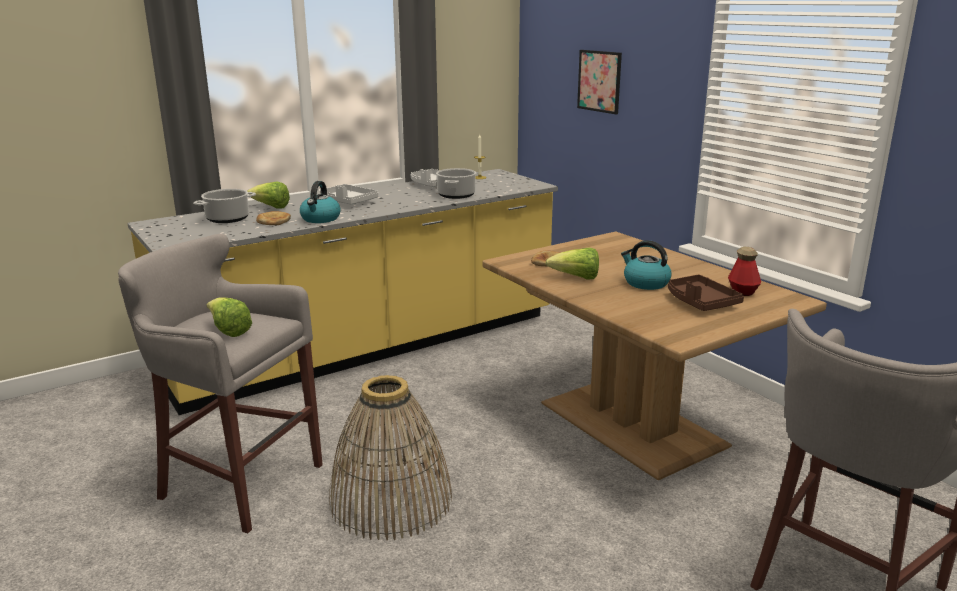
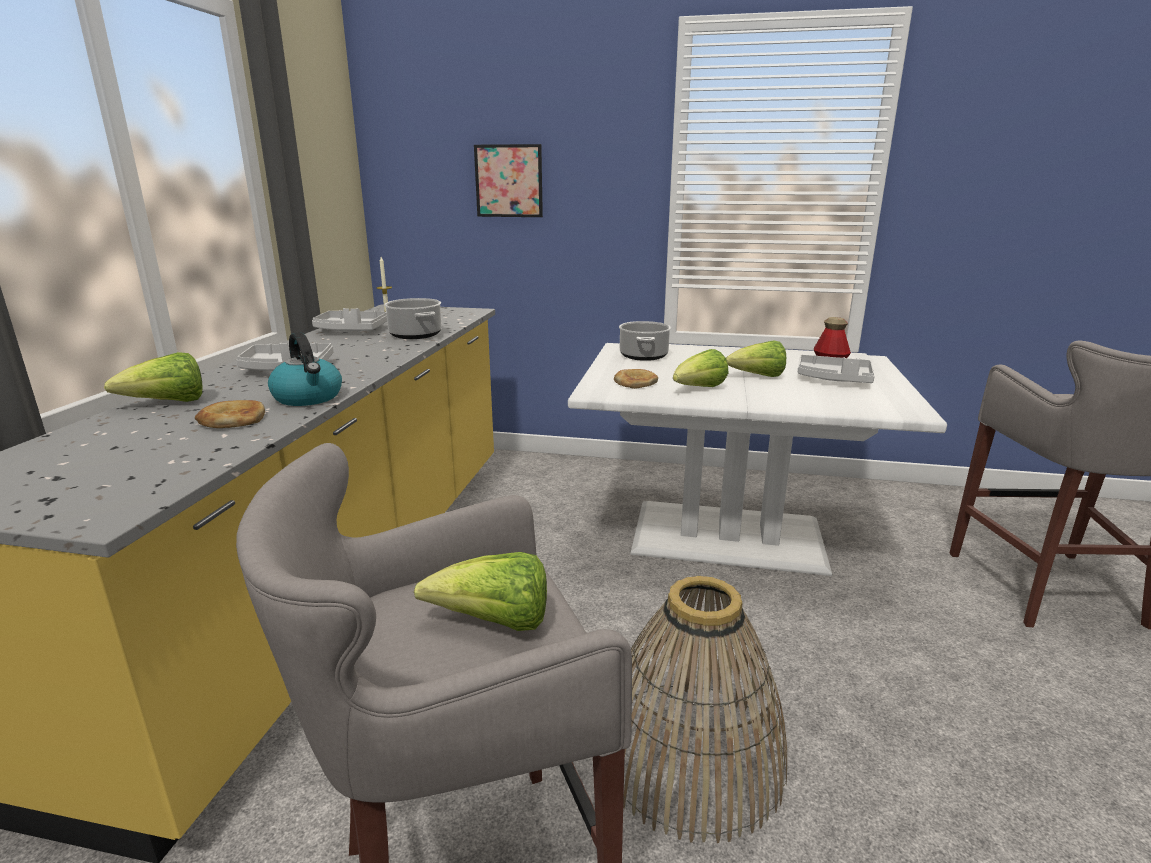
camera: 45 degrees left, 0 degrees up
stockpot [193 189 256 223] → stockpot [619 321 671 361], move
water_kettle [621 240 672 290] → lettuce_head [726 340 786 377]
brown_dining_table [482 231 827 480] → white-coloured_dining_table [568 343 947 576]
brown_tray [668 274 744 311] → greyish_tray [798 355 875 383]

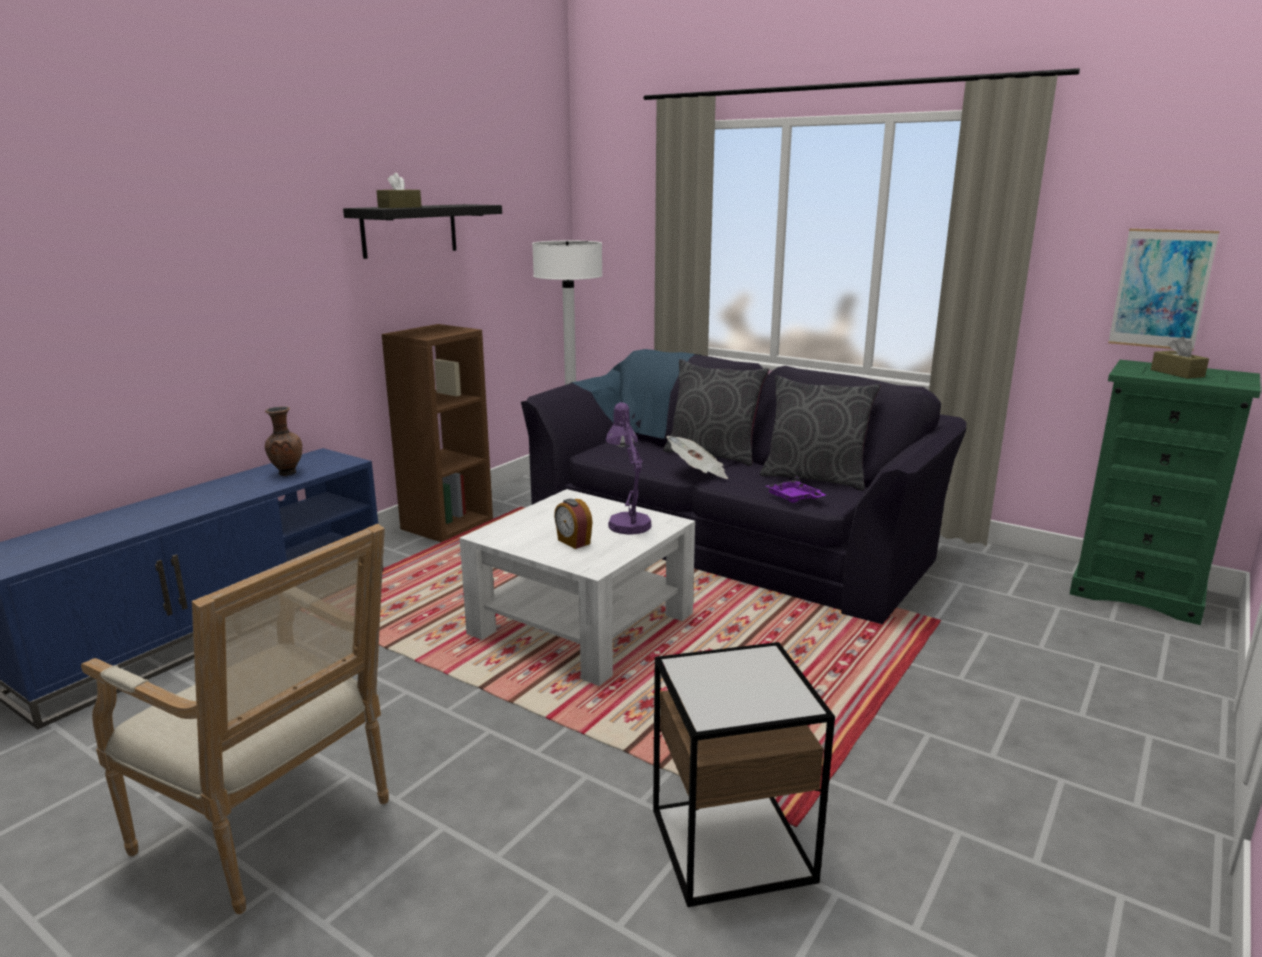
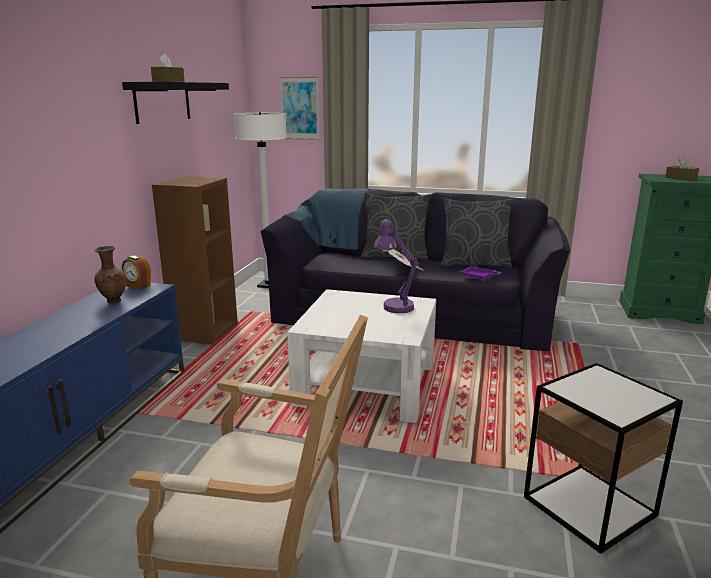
camera: 20 degrees left, 0 degrees up
alarm_clock [554 499 592 549] → alarm_clock [122 256 151 290], move
wall_art [1108 228 1220 351] → wall_art [280 77 319 140], move

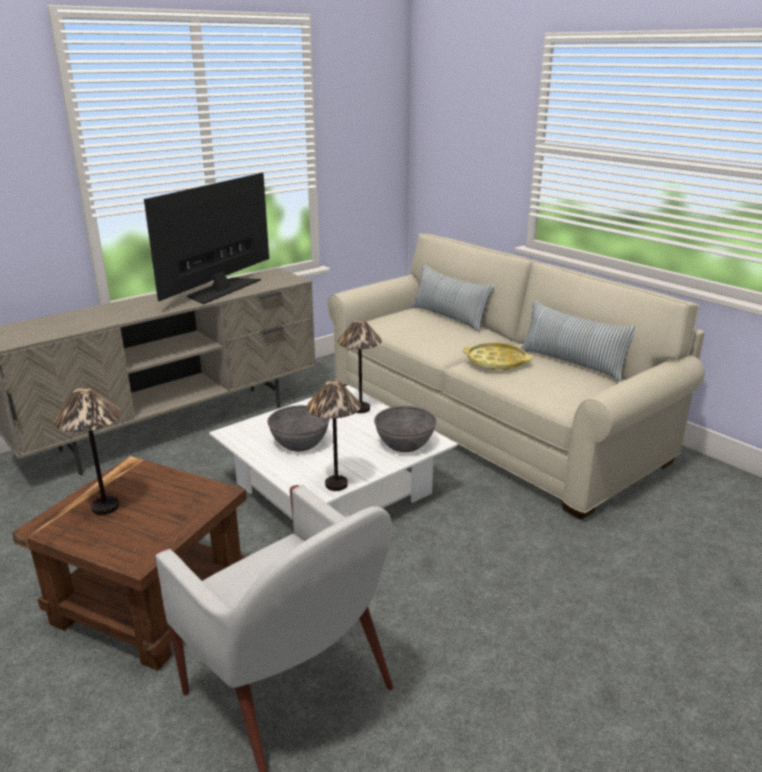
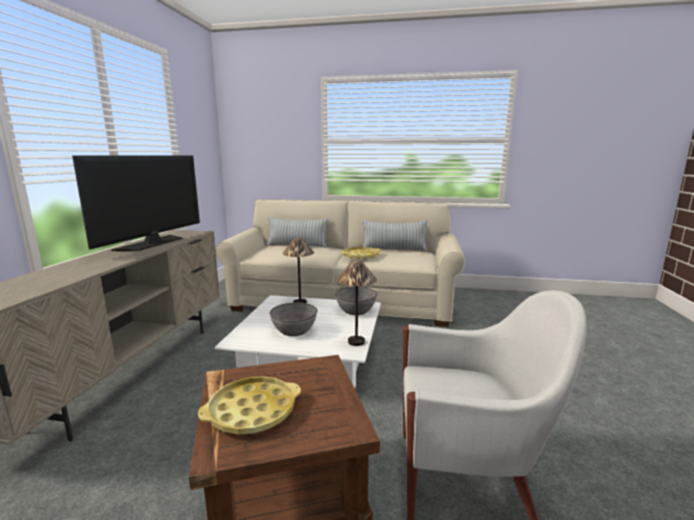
camera: 40 degrees left, 10 degrees down
lamp_for_a_table [54 387 121 515] → yellowish_tray [198 376 301 435]
television [144 173 269 304] → television [72 155 200 251], 150 degrees counterclockwise

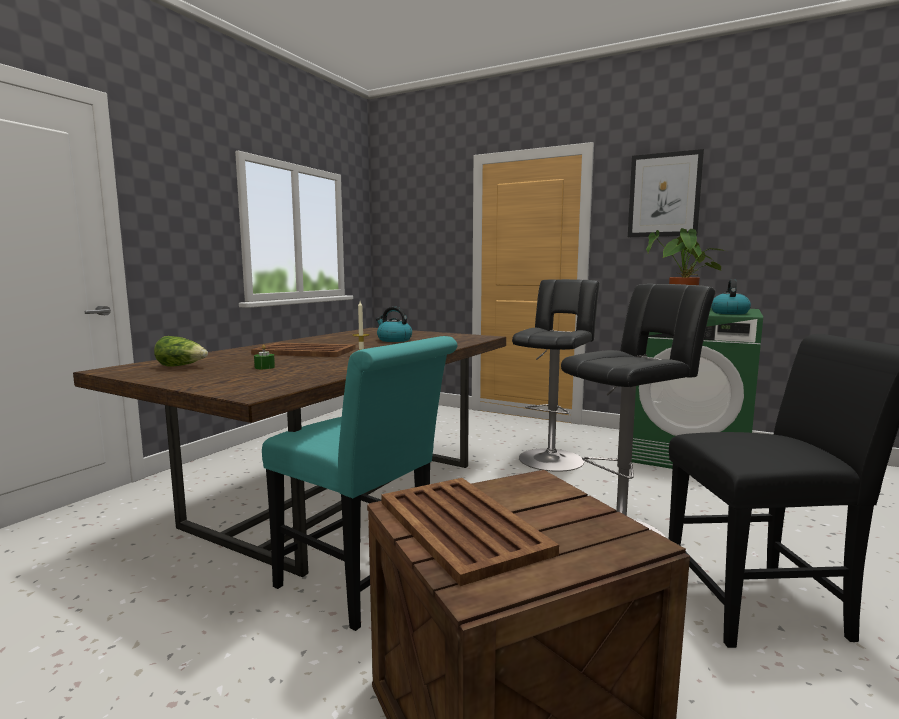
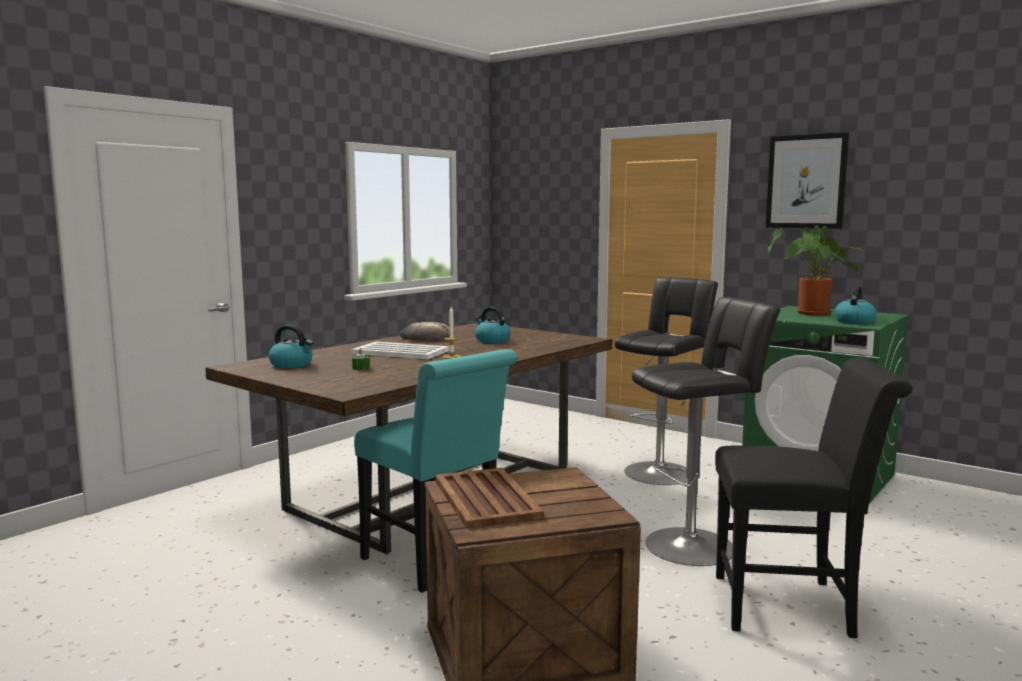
camera: 10 degrees right, 0 degrees up
- → bakery_bread [400 322 450 341]
lettuce_head [154 336 208 367] → water_kettle [268 325 313 368]
brown_tray [251 343 356 357] → white-coloured_tray [351 342 449 359]

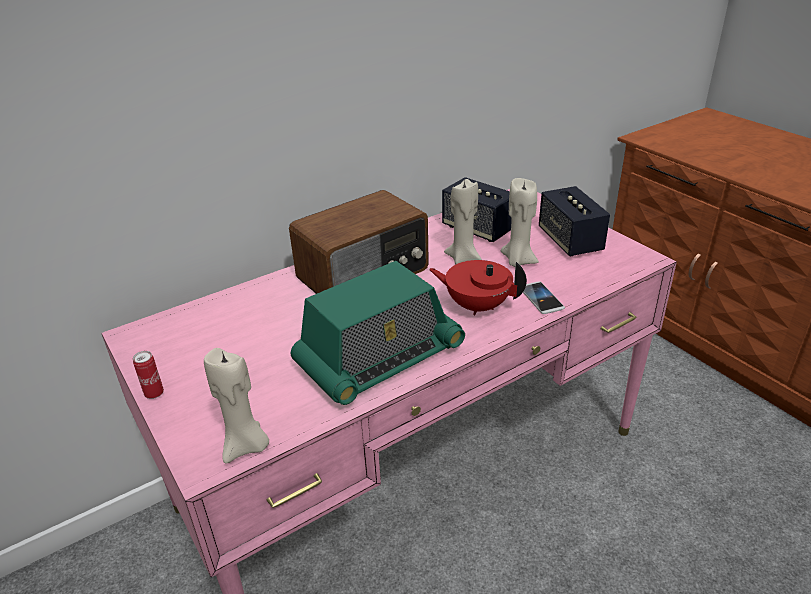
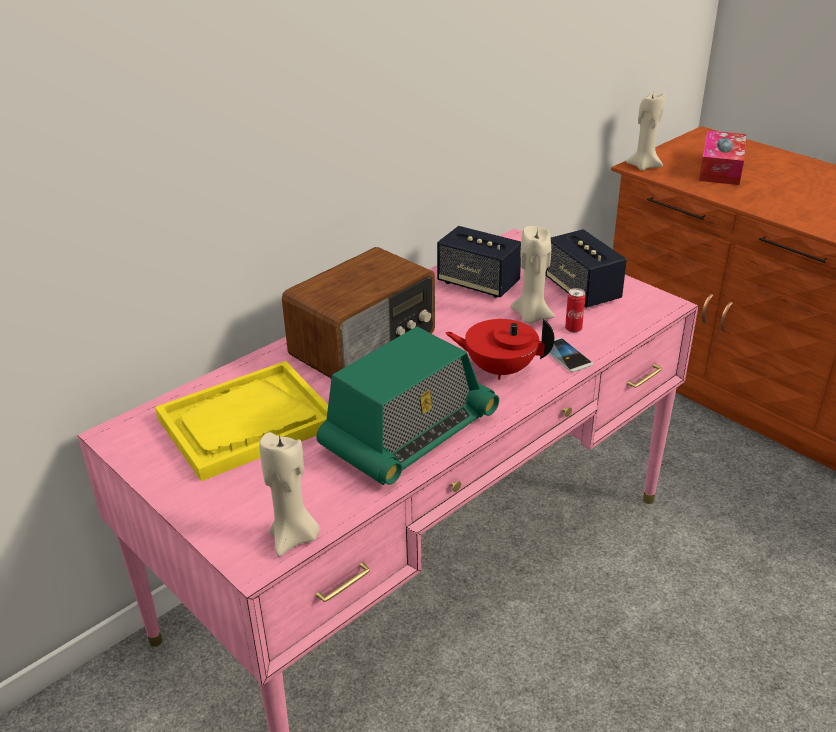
camera: 10 degrees left, 0 degrees up
- → yellowish_tray [155 361 328 481]
- → tissue_holder [699 131 746 185]
metal_can [133 351 164 399] → metal_can [565 288 585 333], move
sand-coloured_candle [444 178 482 264] → sand-coloured_candle [626 92 665 171], move

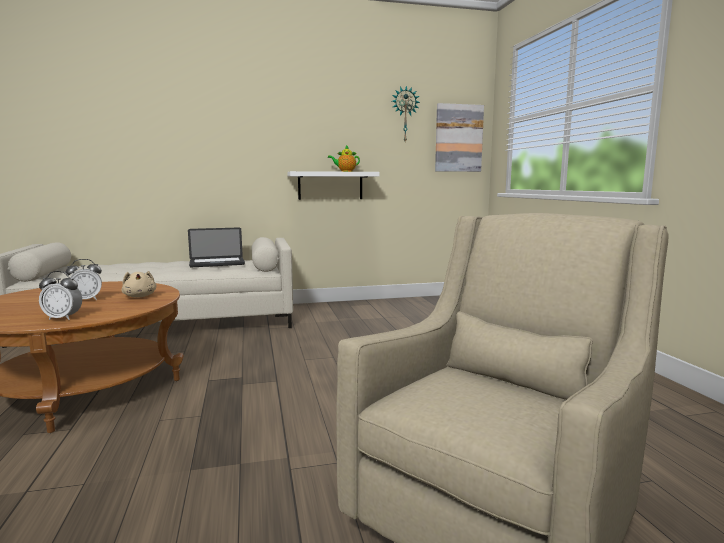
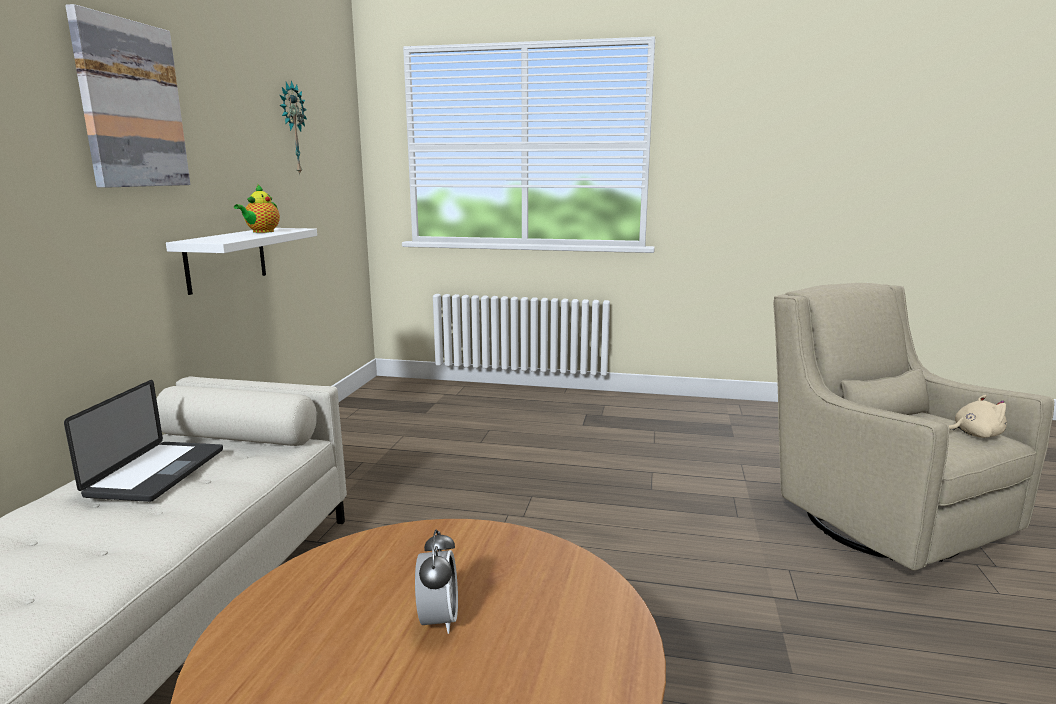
camera: 65 degrees left, 5 degrees up
alarm_clock [39 271 82 320] → -
sand-coloured_plush_toy [122 271 156 298] → sand-coloured_plush_toy [949 395 1007 438], move
wall_art [435 103 484 172] → wall_art [65 4 190 188], move

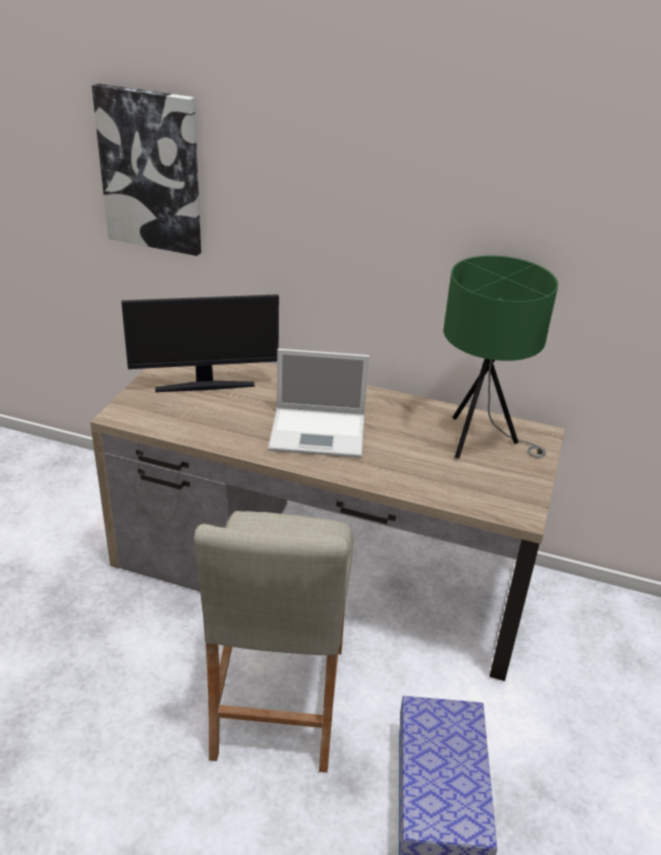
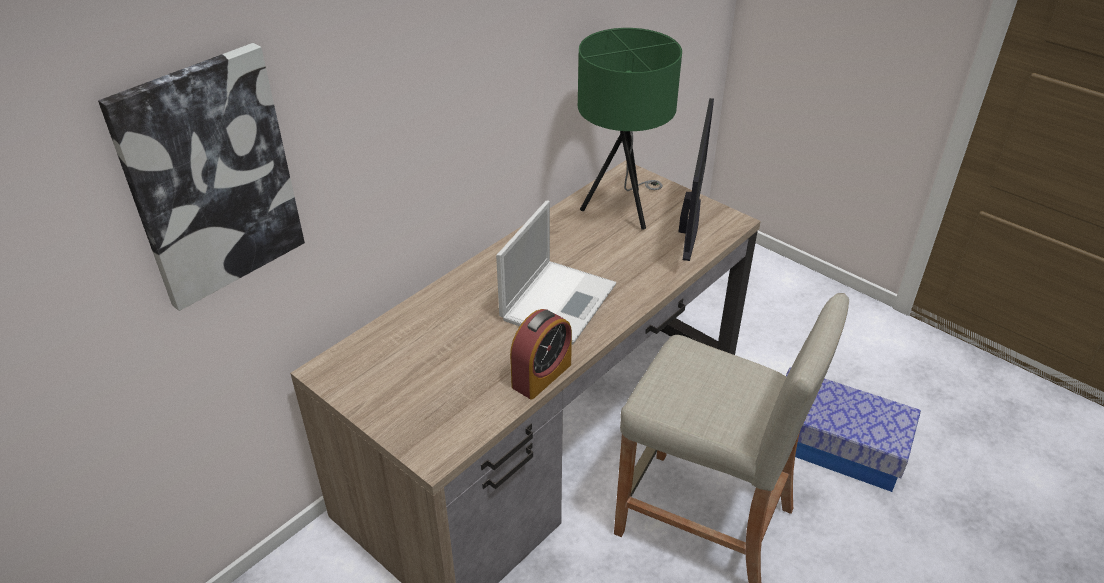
camera: 65 degrees left, 5 degrees up
- → alarm_clock [510 309 572 399]
computer_screen [121 294 279 392] → computer_screen [679 98 714 261], move

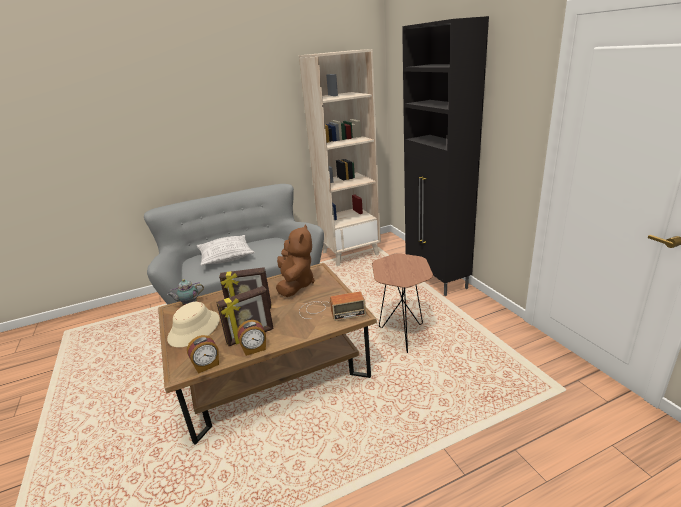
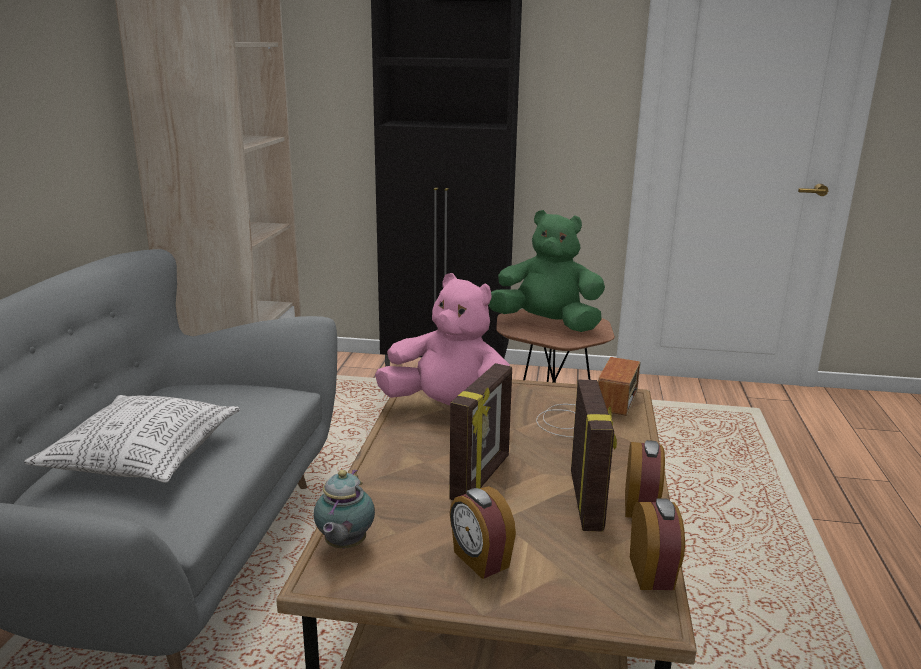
camera: 60 degrees left, 5 degrees down
- → green-coloured_plush_toy [489 210 605 332]
sand-coloured_wearable_hat [167 302 220 347] → alarm_clock [450 486 516 579]
brown_plush_toy [276 225 315 297] → pink_plush_toy [375 273 510 406]

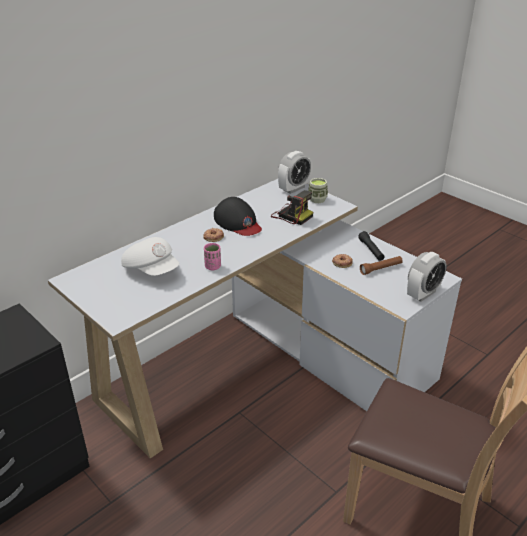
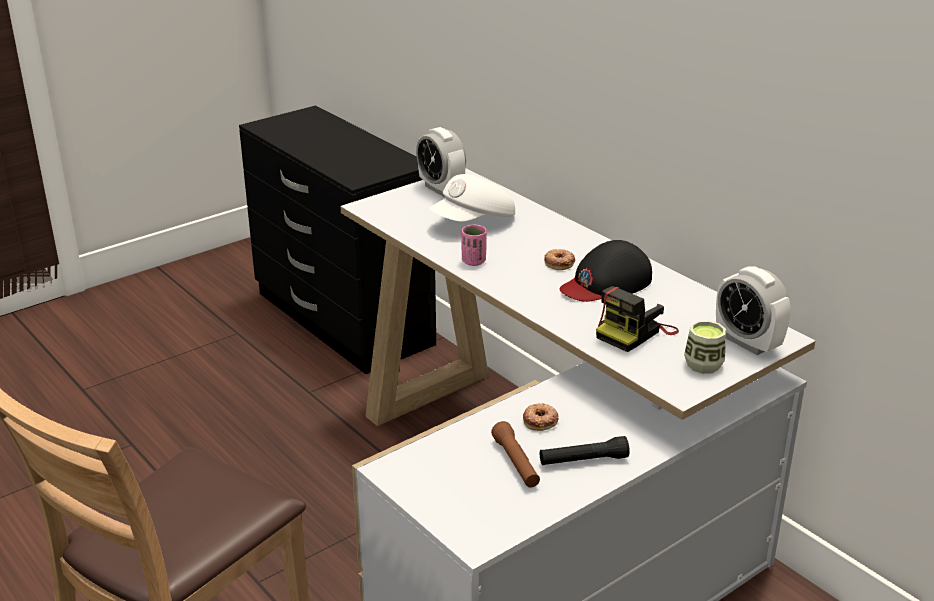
camera: 95 degrees right, 5 degrees down
alarm_clock [407 252 447 302] → alarm_clock [416 127 466 197], move

